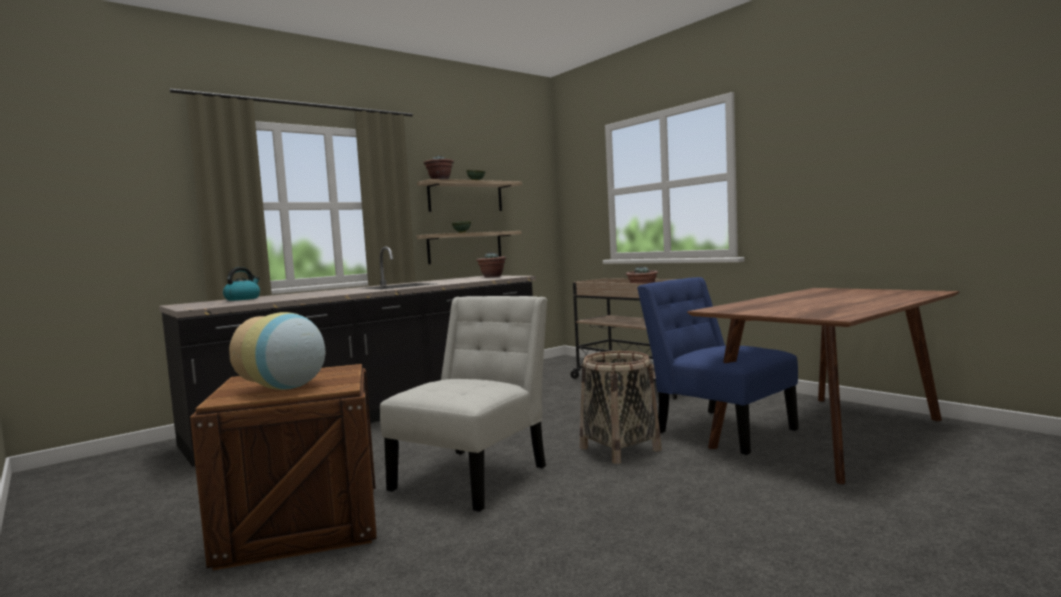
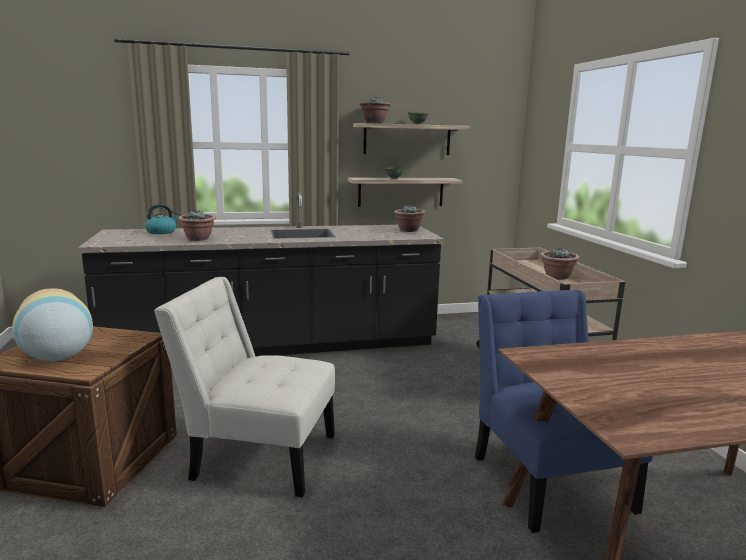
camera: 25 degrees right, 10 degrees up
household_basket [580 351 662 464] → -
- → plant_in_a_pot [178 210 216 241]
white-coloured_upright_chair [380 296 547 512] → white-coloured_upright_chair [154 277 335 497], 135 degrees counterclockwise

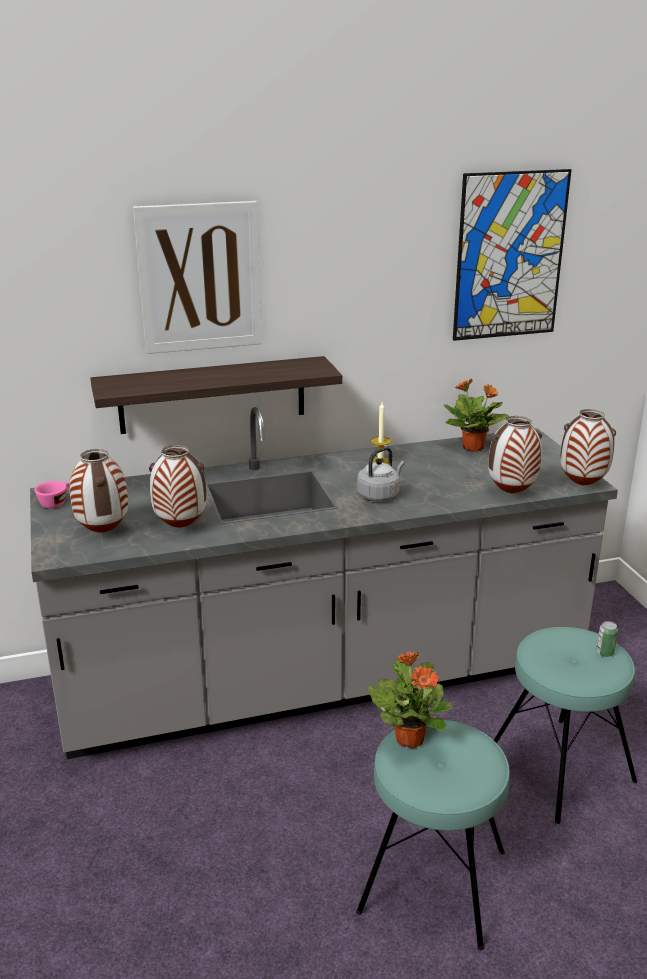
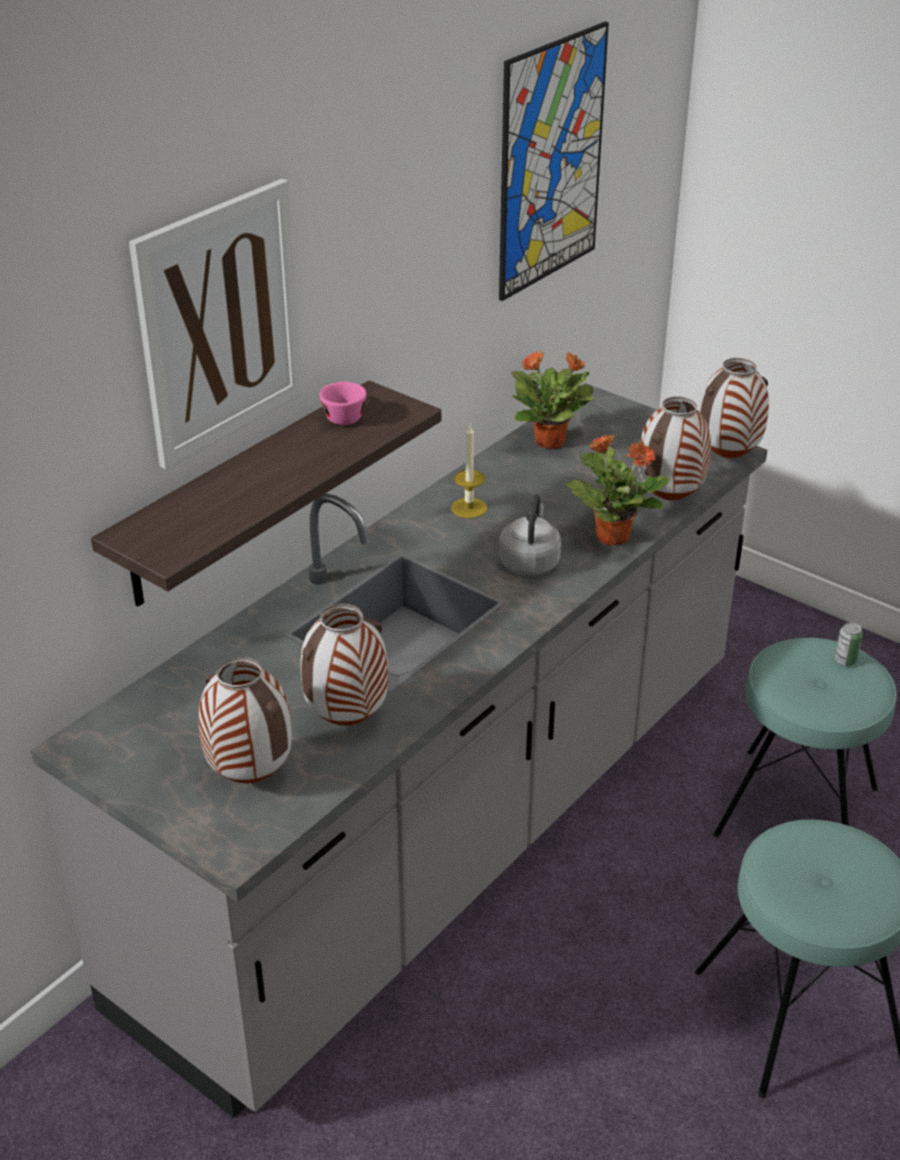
camera: 35 degrees left, 10 degrees up
pink_drinking_cup [35 481 69 509] → pink_drinking_cup [319 382 367 425], move
plant_in_a_pot [368 651 452 748] → plant_in_a_pot [565 433 671 546], move

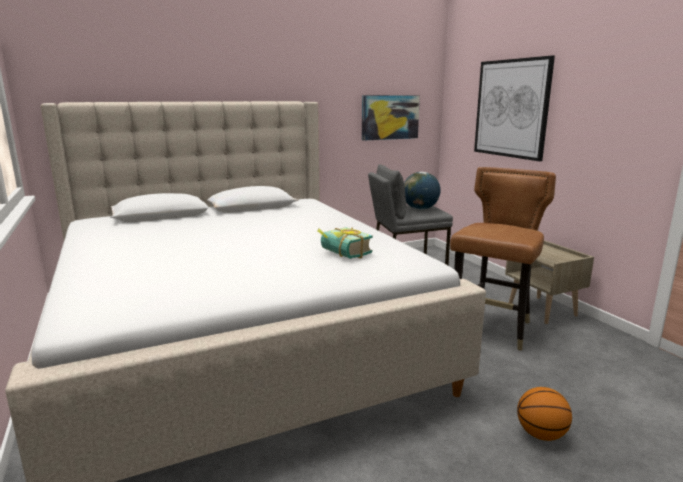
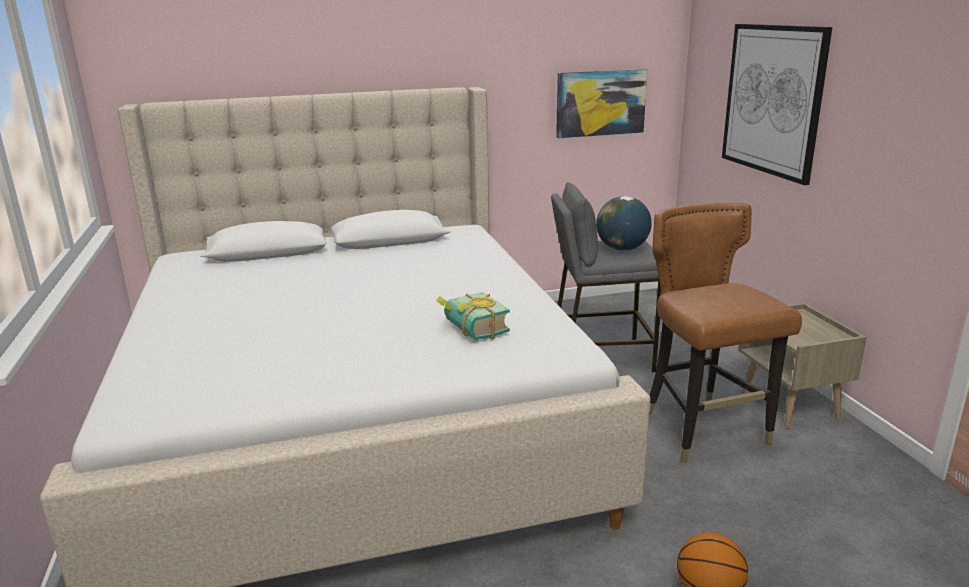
camera: 10 degrees right, 5 degrees up
brown_upright_chair [450 167 556 351] → brown_upright_chair [649 202 802 464], 60 degrees counterclockwise

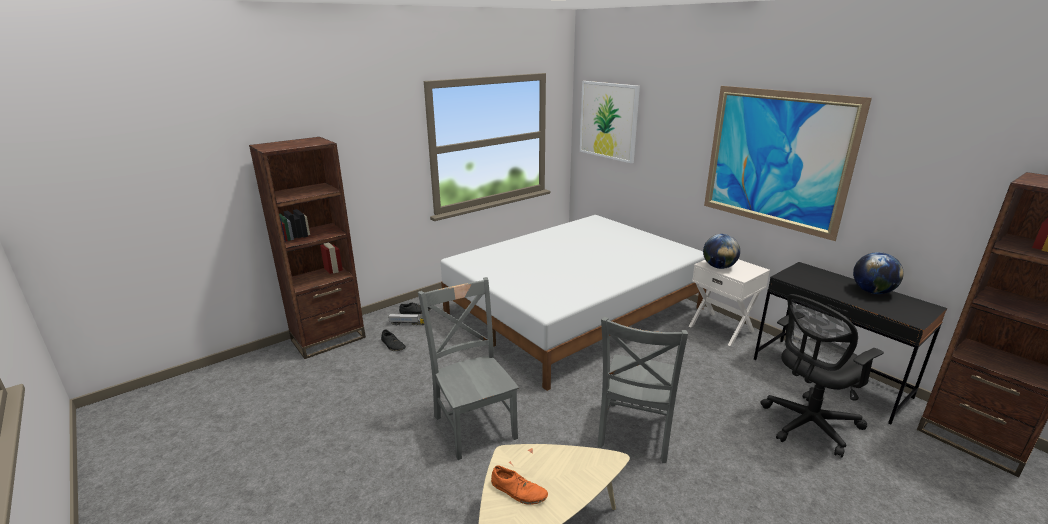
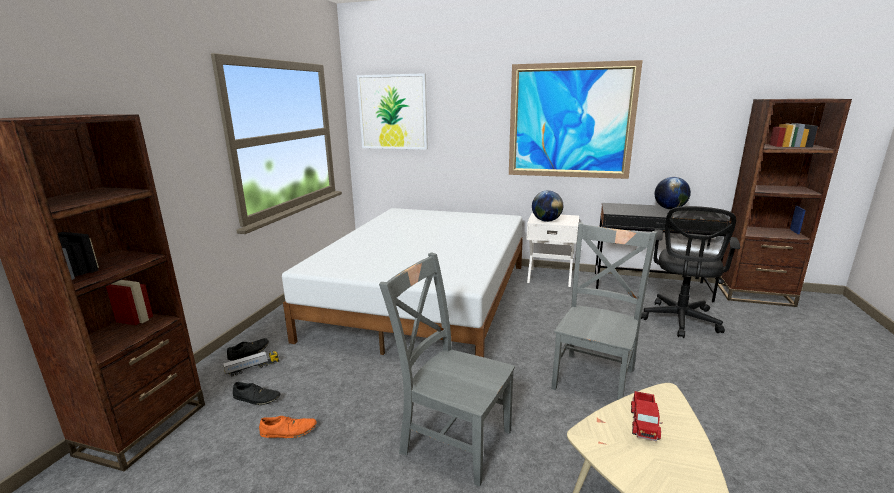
camera: 35 degrees left, 5 degrees down
- → toy_lorry [631 391 663 441]
orange-coloured_low_shoe [491 465 548 505] → orange-coloured_low_shoe [259 416 317 438], move
greyish_upright_chair [597 317 688 463] → greyish_upright_chair [551 222 658 400], 135 degrees counterclockwise

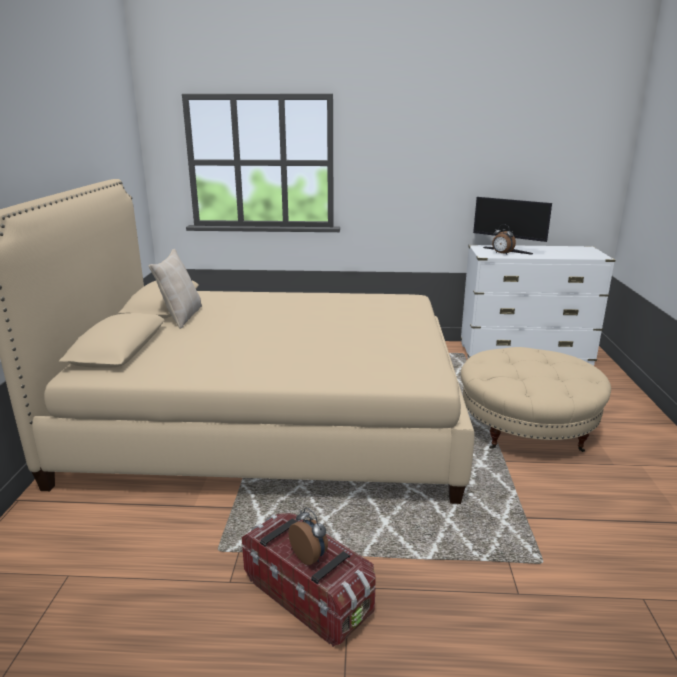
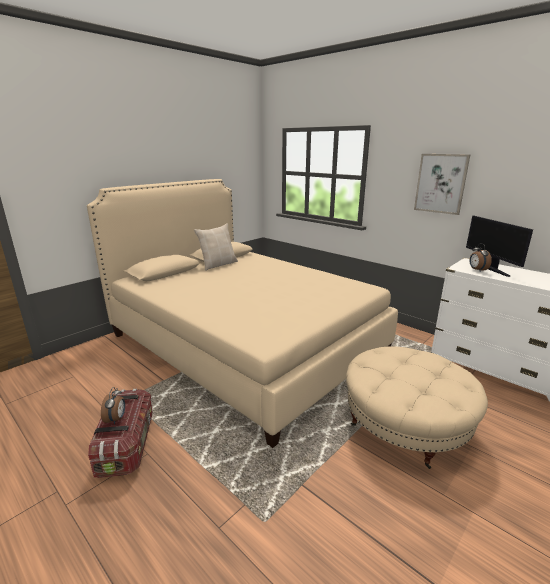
camera: 40 degrees right, 0 degrees up
- → wall_art [414 154 471 215]

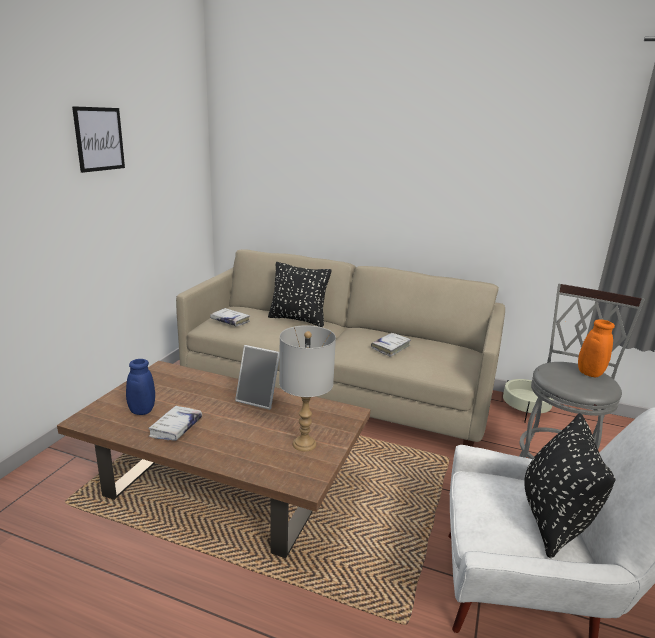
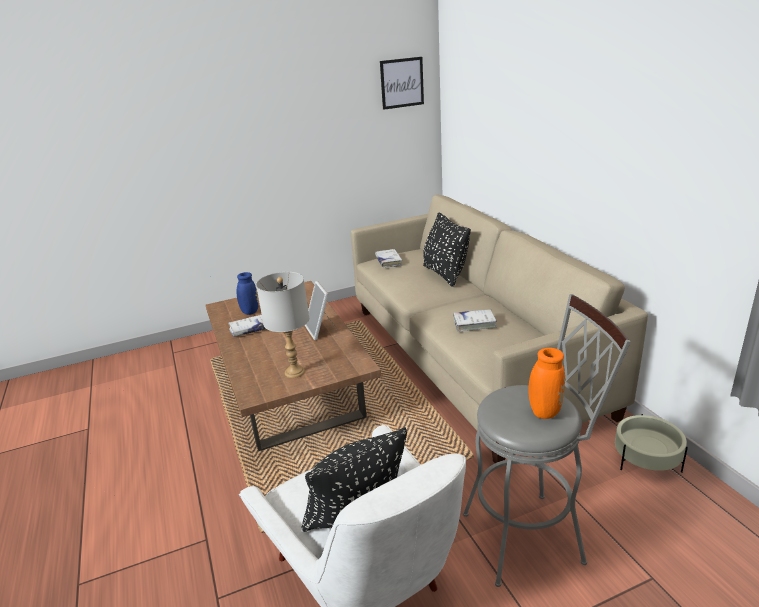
camera: 50 degrees right, 5 degrees up
wall_art [72 106 125 173] → wall_art [380 57 424 110], move

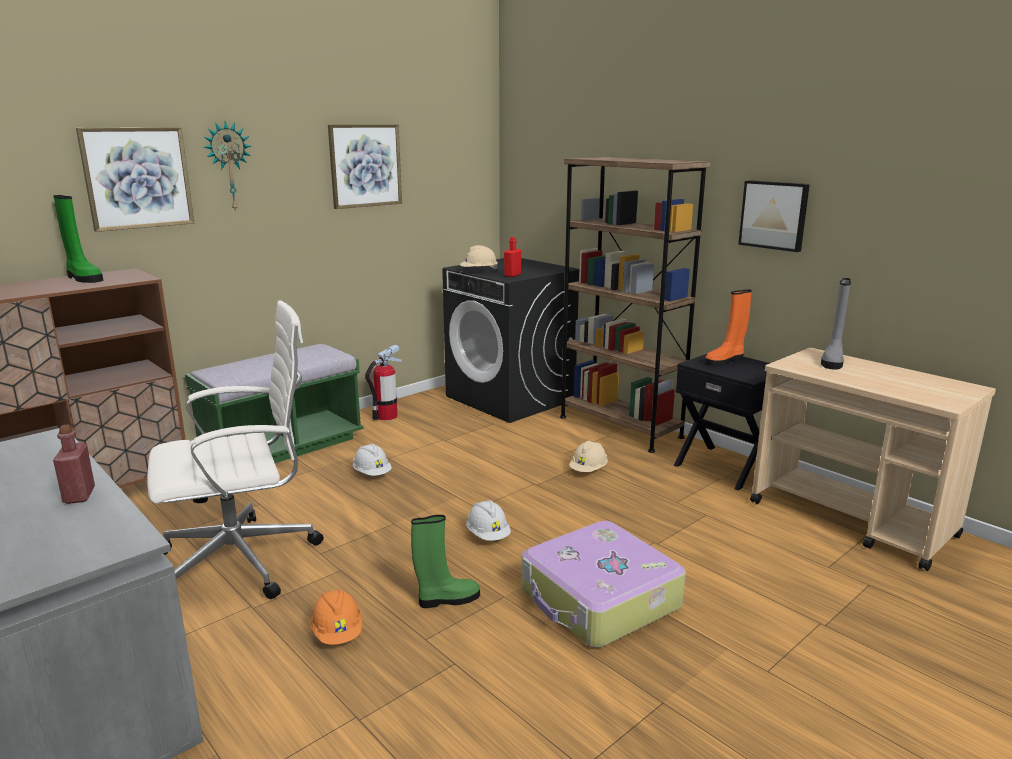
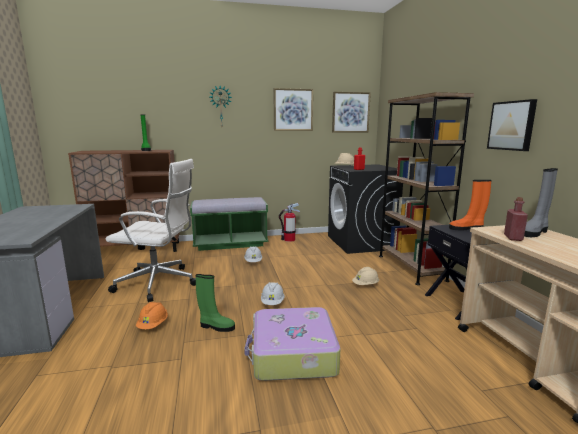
camera: 30 degrees right, 5 degrees down
reddish_drink_bottle [53 425 95 504] → reddish_drink_bottle [504 197 528 241], move
wall_art [76 127 194 232] → wall_art [332 92 371 133], move

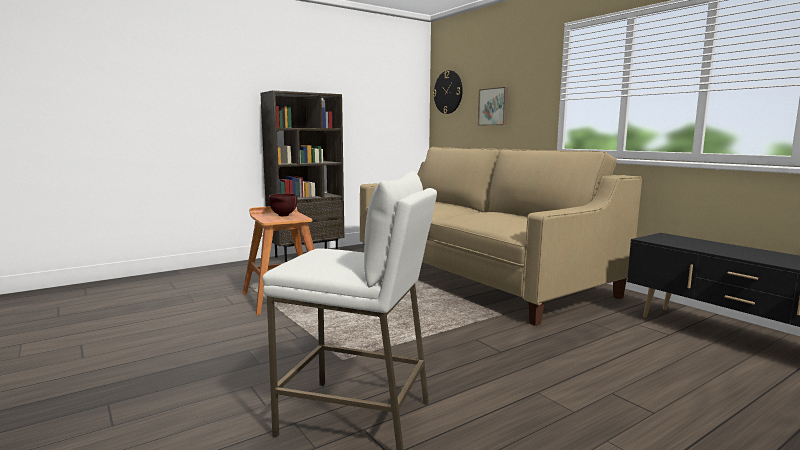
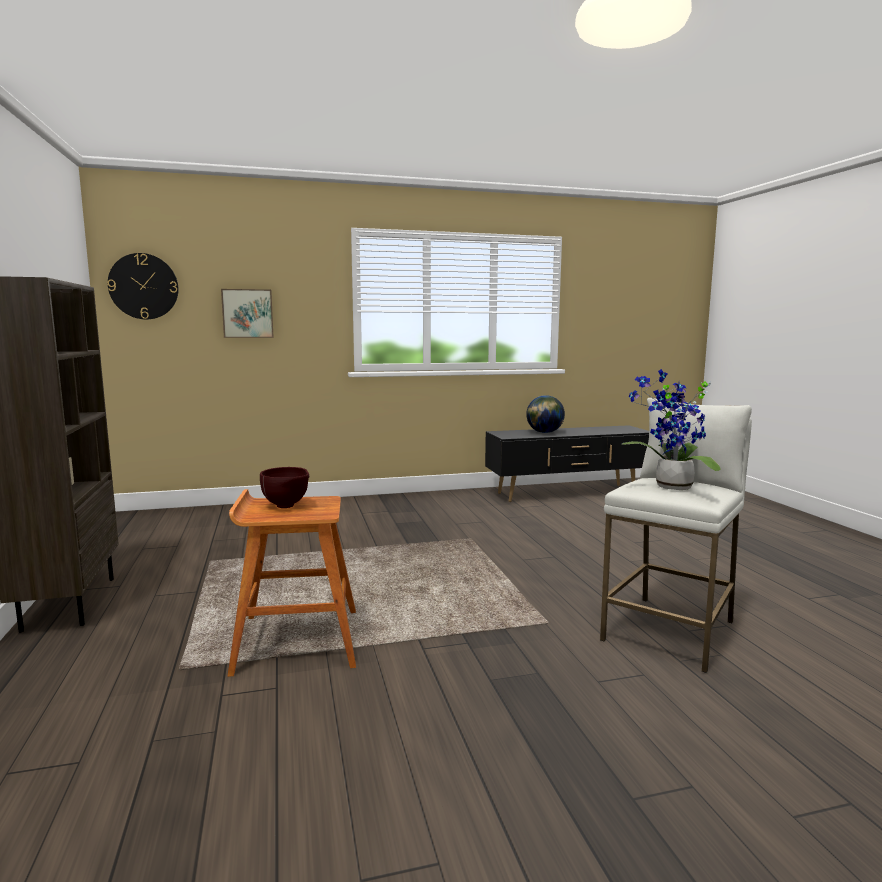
camera: 70 degrees left, 0 degrees up
sand-coloured_settee [360 147 642 326] → -
- → globe [526 395 565 433]
- → plant_in_a_pot [622 369 721 490]

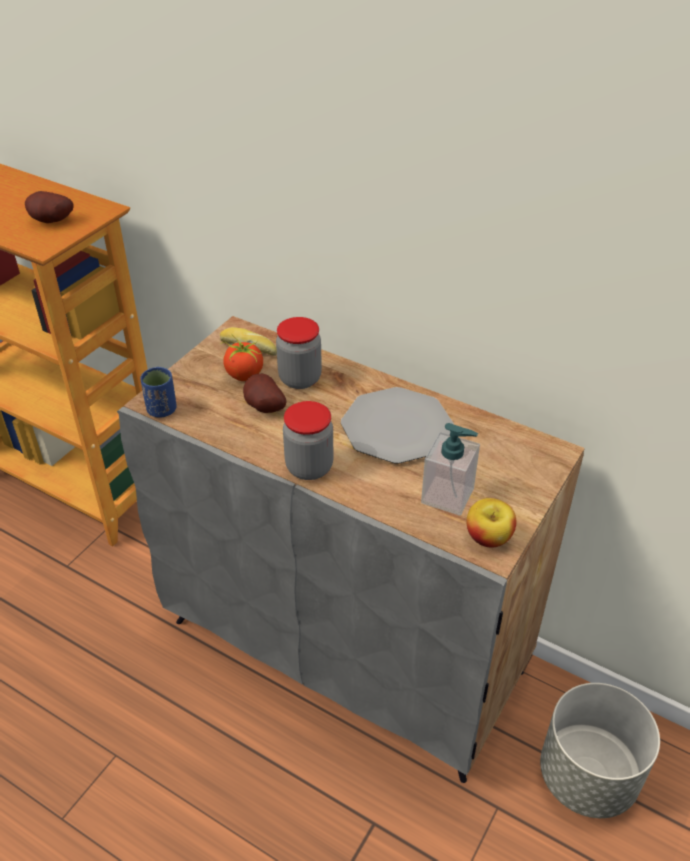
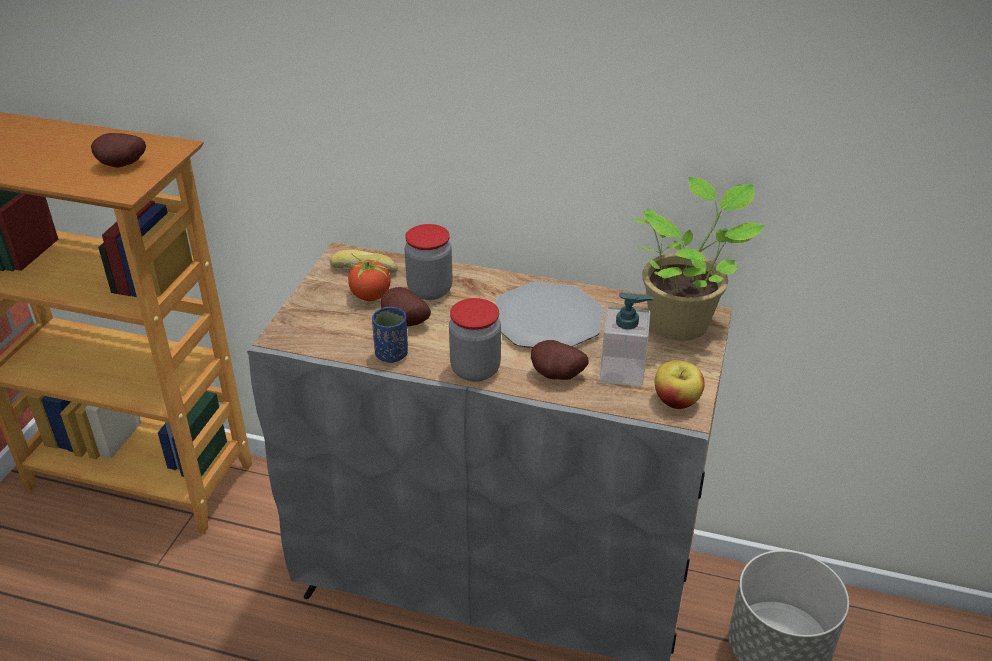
camera: 15 degrees left, 5 degrees down
- → potato [531 340 588 380]
- → plant_in_a_pot [631 177 765 341]
blue_drinking_cup [140 367 177 418] → blue_drinking_cup [372 307 408 363], move

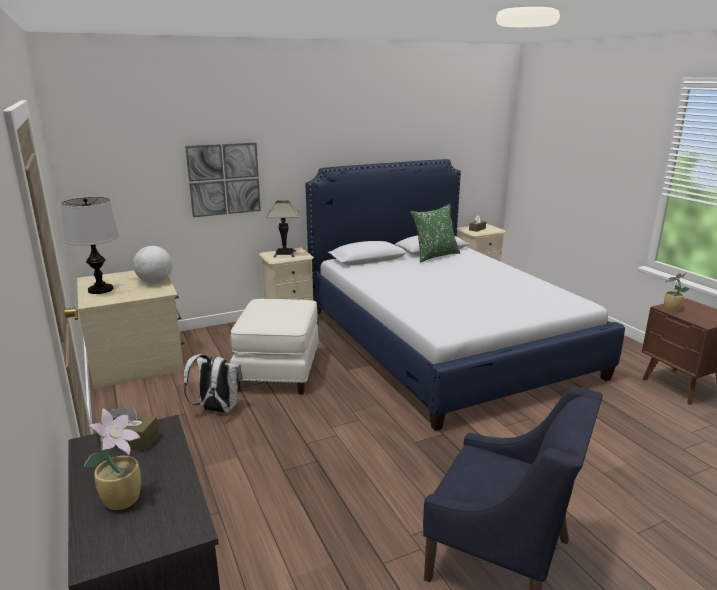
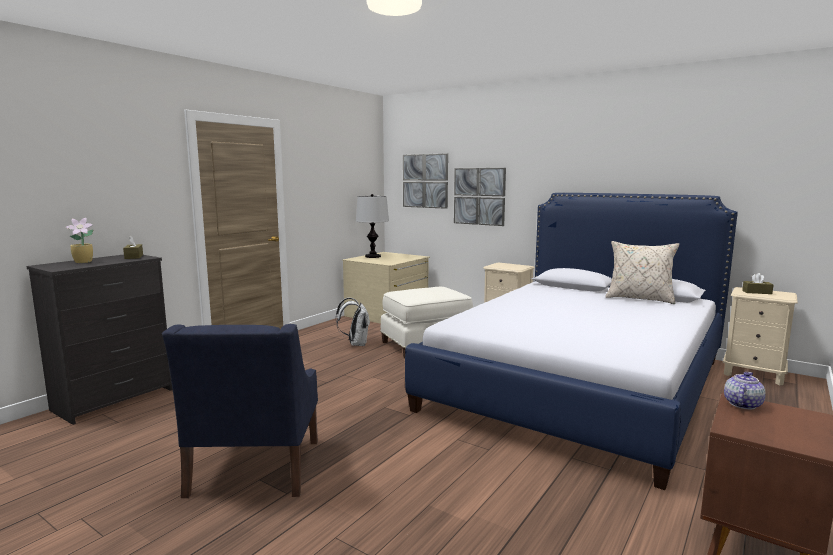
camera: 60 degrees right, 10 degrees down
globe [133 246 173 283] → -
lamp_for_a_table [266 200 299 257] → -
- → wall_art [403 153 448 209]
plant_in_a_pot [664 272 690 312] → pot_for_tea [724 372 766 409]
green-coloured_throw_pillow [410 204 460 262] → sand-coloured_throw_pillow [606 241 679 304]

